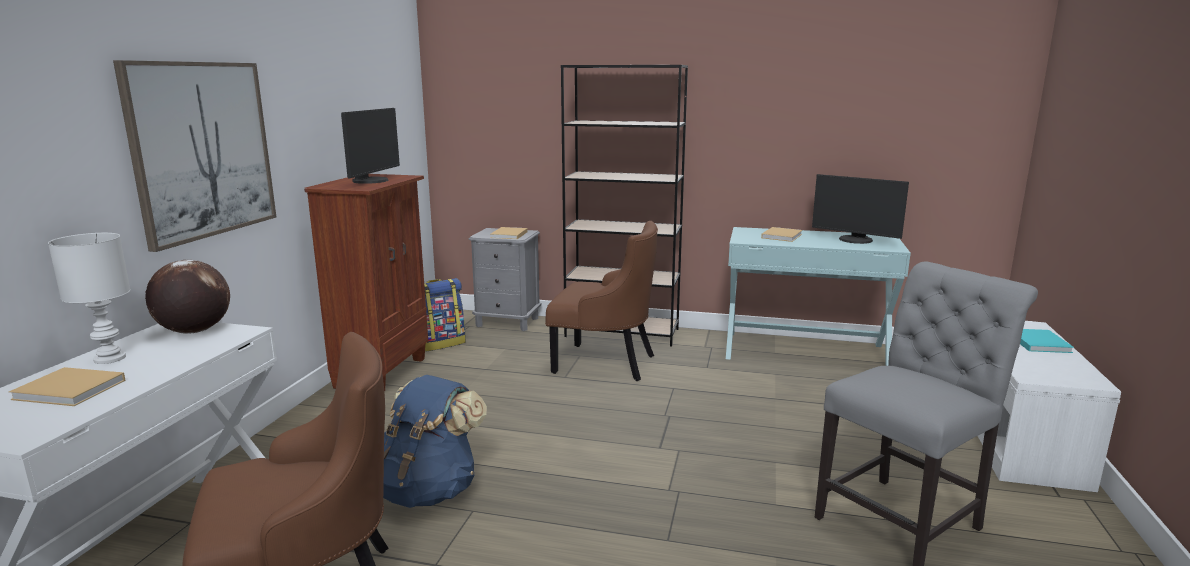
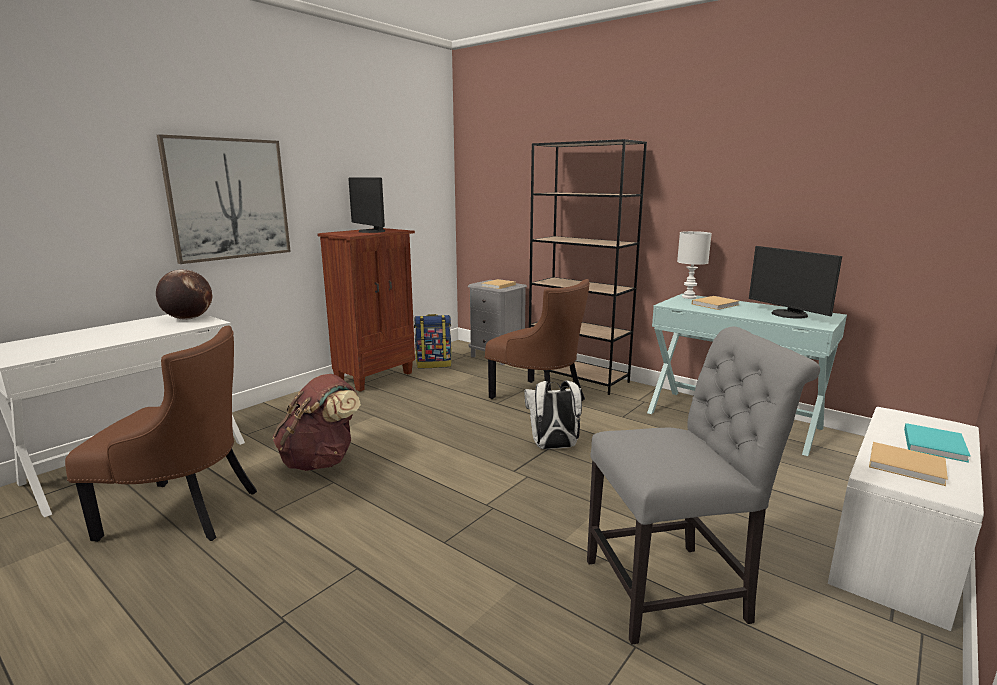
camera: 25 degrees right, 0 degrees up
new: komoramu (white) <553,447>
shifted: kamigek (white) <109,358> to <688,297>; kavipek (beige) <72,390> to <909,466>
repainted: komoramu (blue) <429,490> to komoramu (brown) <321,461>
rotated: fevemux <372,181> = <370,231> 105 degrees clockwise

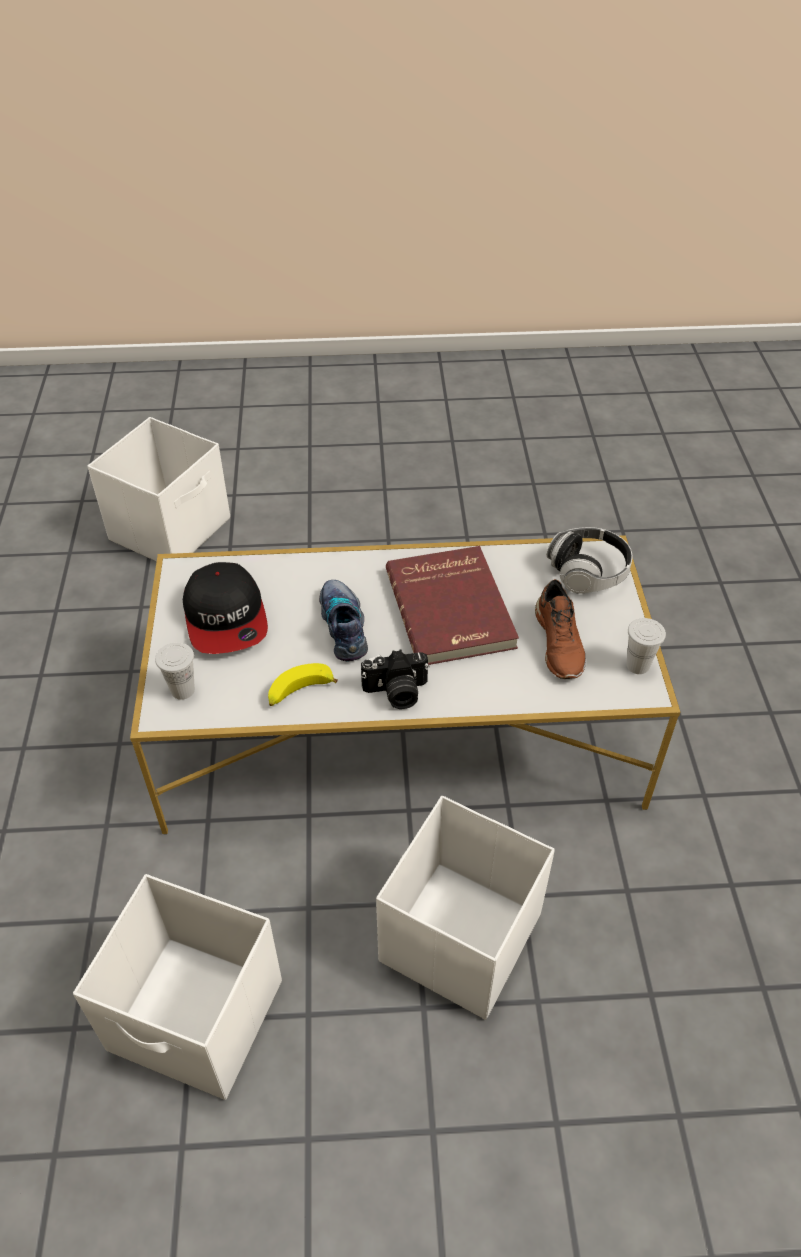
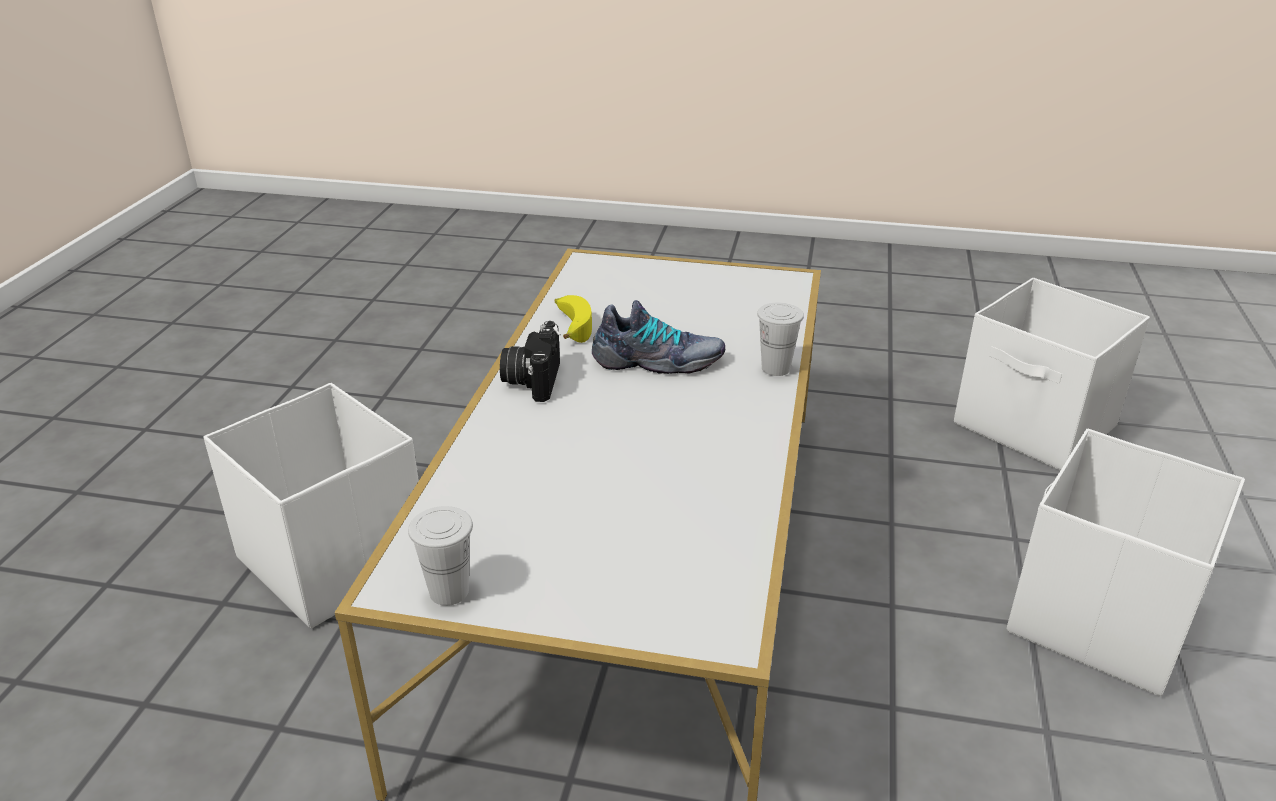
camera: 105 degrees right, 15 degrees down
gone: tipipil <588,572>; kavipek (red) <452,608>; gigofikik <226,618>; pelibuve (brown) <560,643>
shifted: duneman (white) <182,690> to <775,368>; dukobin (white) <198,1018> to <1099,619>

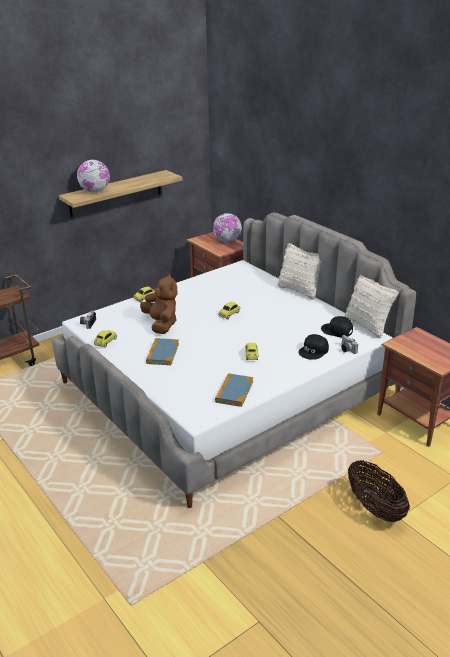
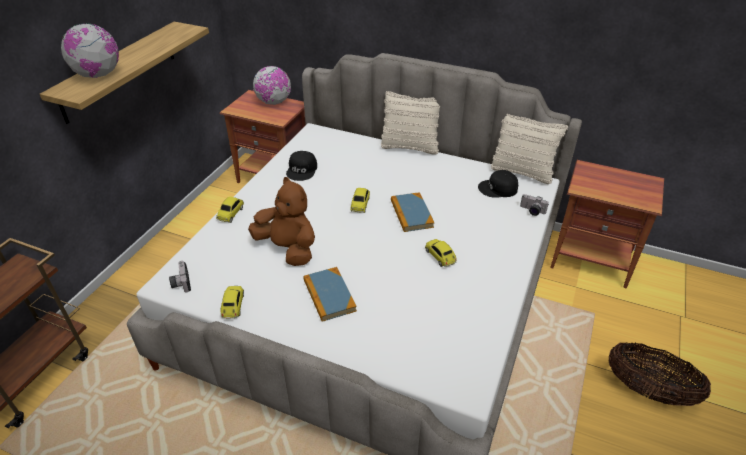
camera: 30 degrees left, 10 degrees up
shifted: gigofikik (black) <314,351> to <302,170>; kavipek <234,391> to <411,214>

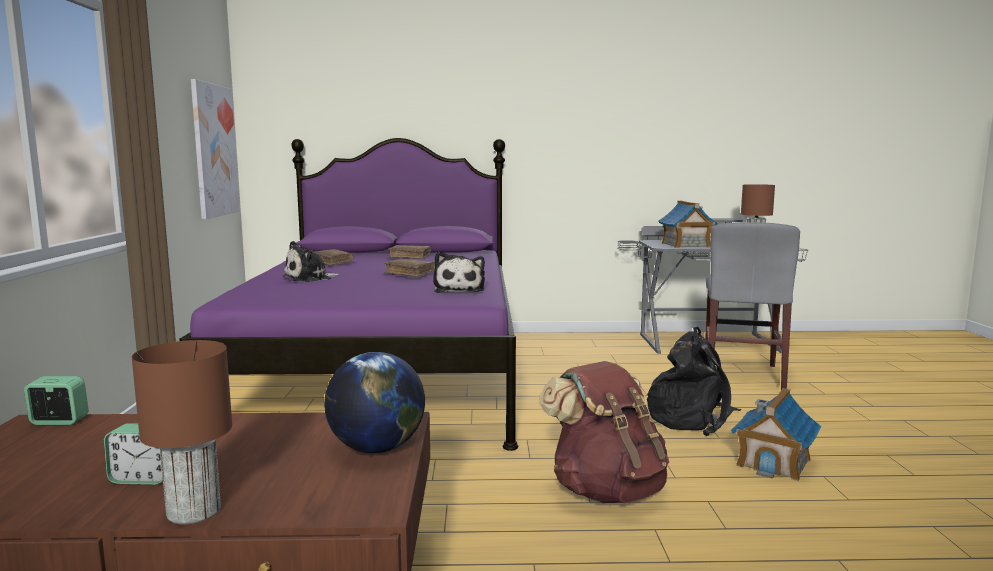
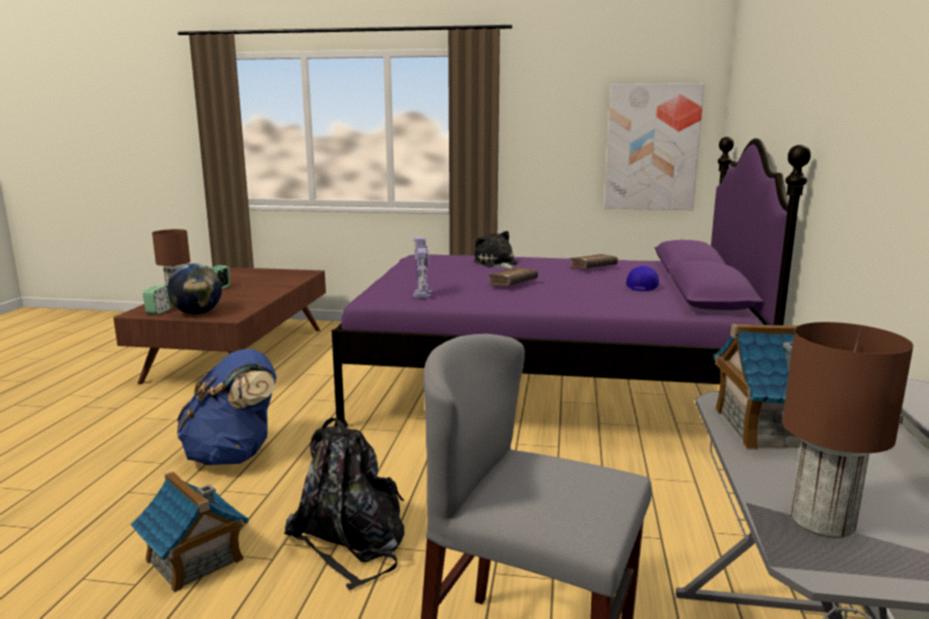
camera: 100 degrees right, 5 degrees up
shifted: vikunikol <59,421> to <159,311>
swapped: kavipek (brown) <410,257> to gigofikik (blue) <643,286>; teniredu <459,290> to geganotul <422,295>
repainted: komoramu (brown) <606,490> to komoramu (blue) <234,455>

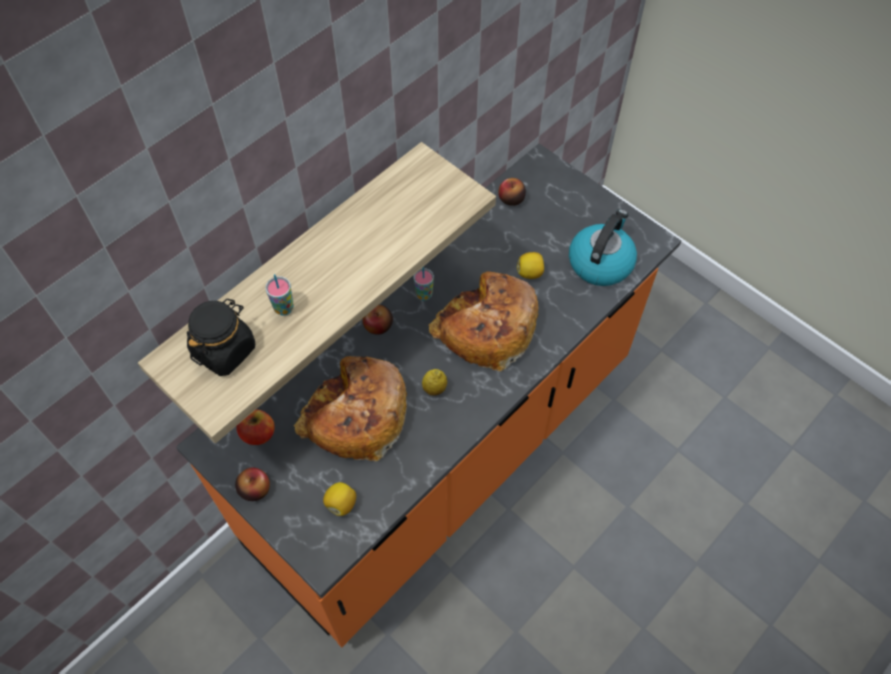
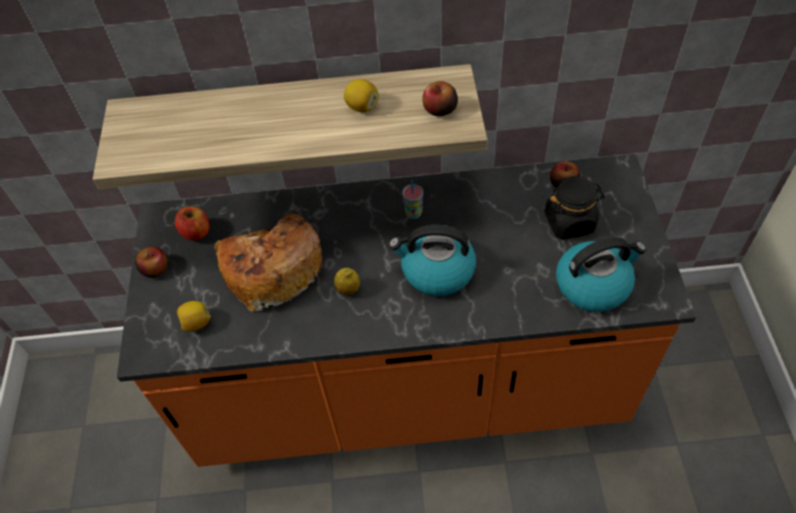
camera: 45 degrees right, 5 degrees down
gone: duneman <284,308>
shifted: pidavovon <530,272> to <362,107>; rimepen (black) <224,350> to <570,222>; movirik <378,325> to <440,109>
swapped: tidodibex <485,328> to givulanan <436,271>

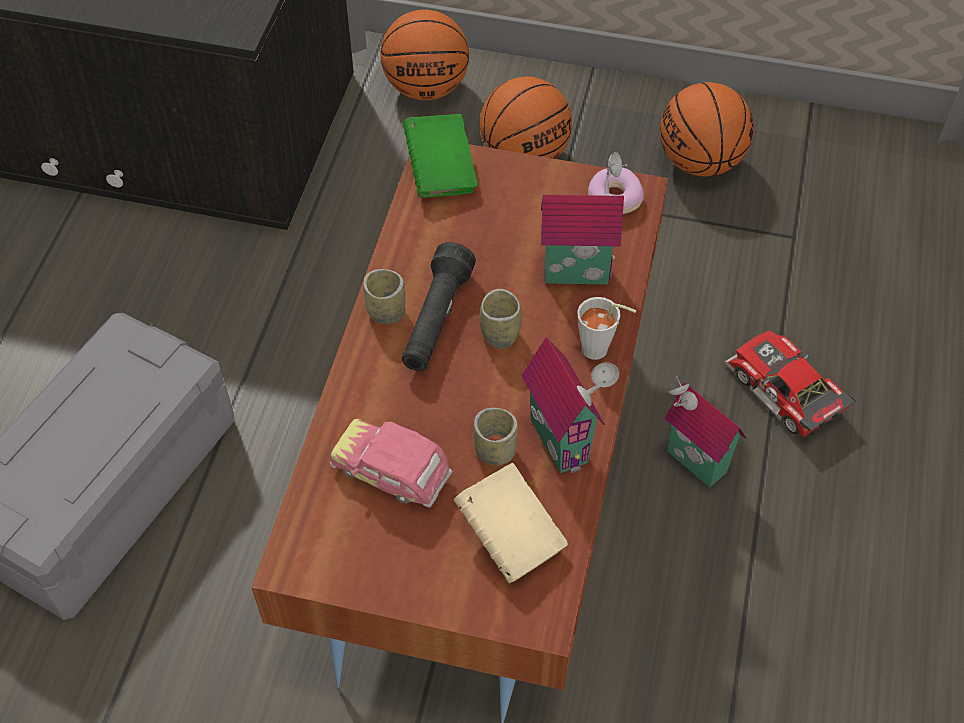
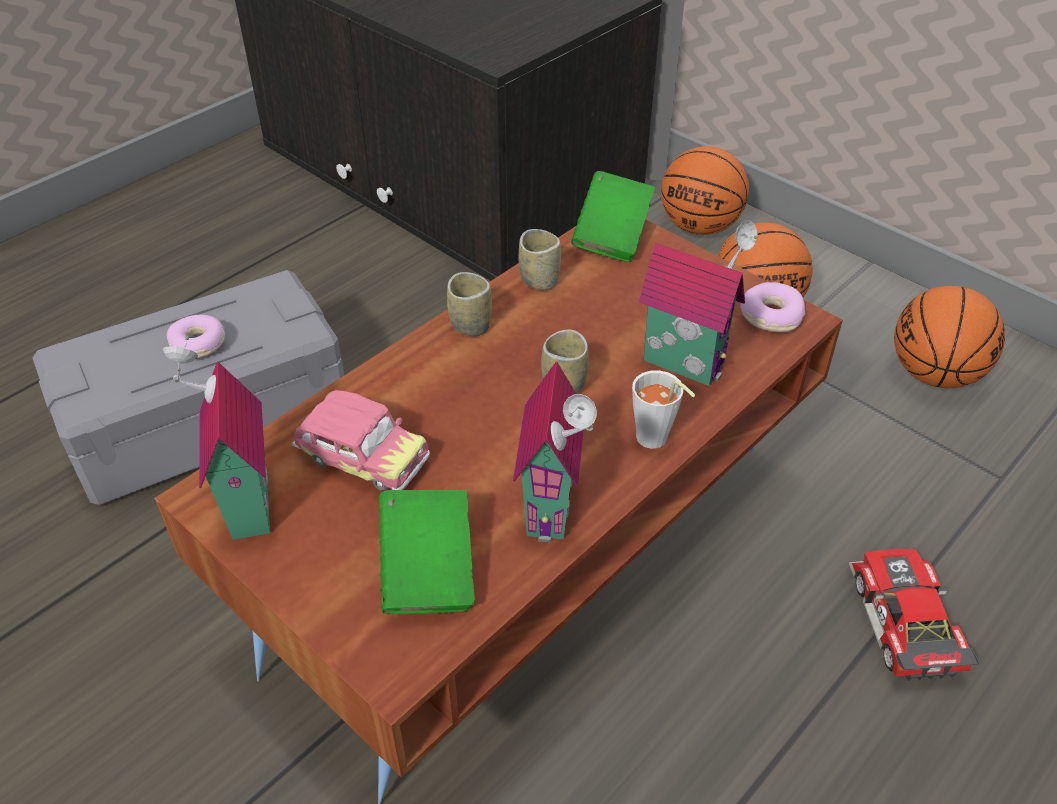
camera: 30 degrees right, 10 degrees down
gone: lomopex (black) <436,320>
new: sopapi <198,344>
shifted: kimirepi <693,464> to <243,505>; duneman <495,451> to <539,280>
repainted: kavipek (beige) <510,535> to kavipek (green) <428,570>
rotated: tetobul <391,472> = <362,458> 150 degrees clockwise

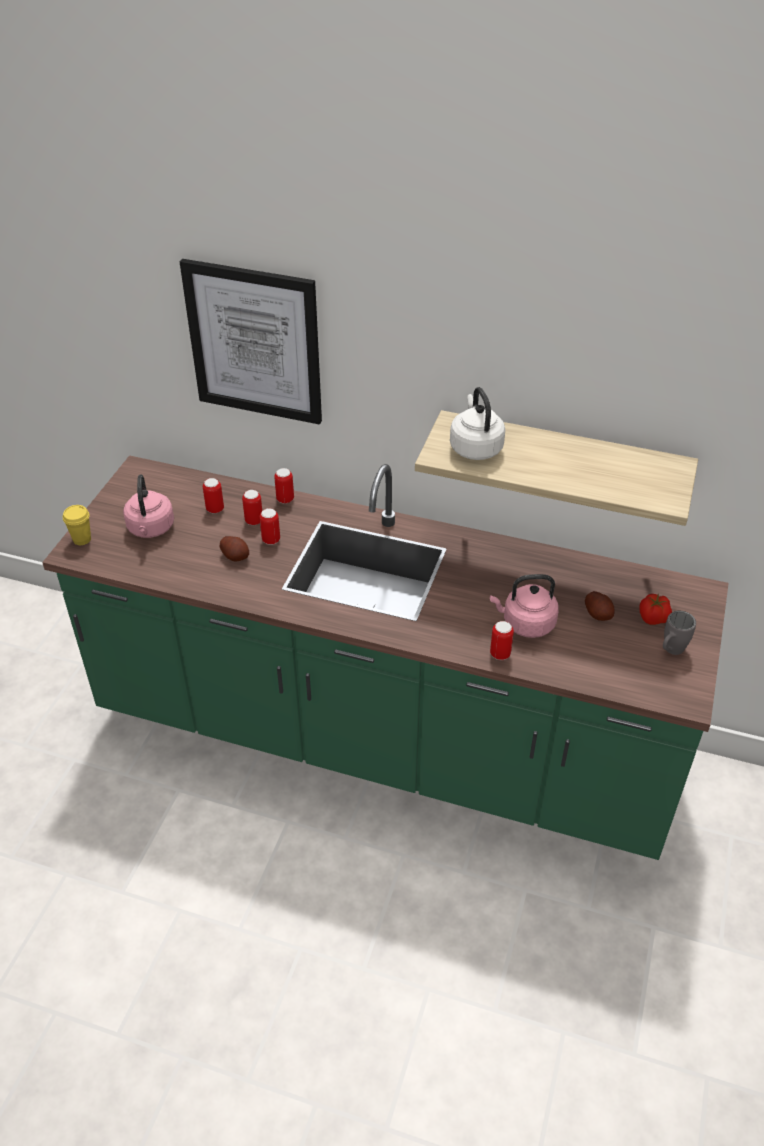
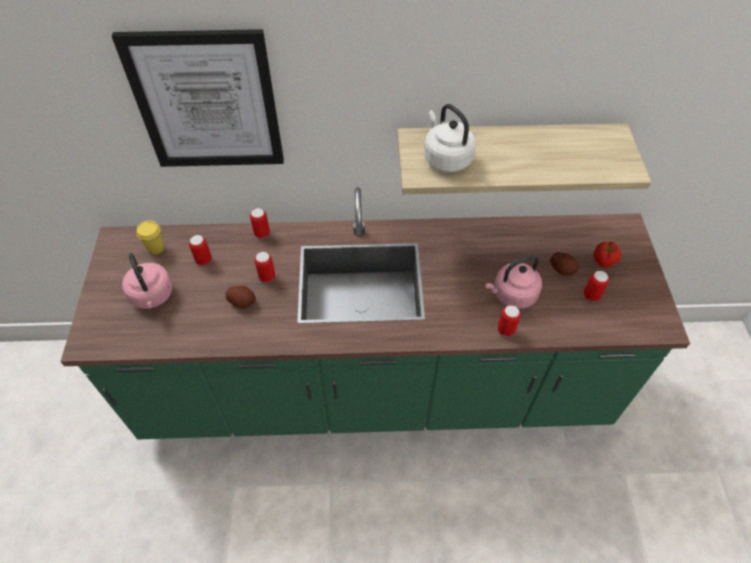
camera: 20 degrees left, 10 degrees up
gone: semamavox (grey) <670,651>
shifted: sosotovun <254,521> to <591,295>; duneman (yellow) <82,539> to <156,248>

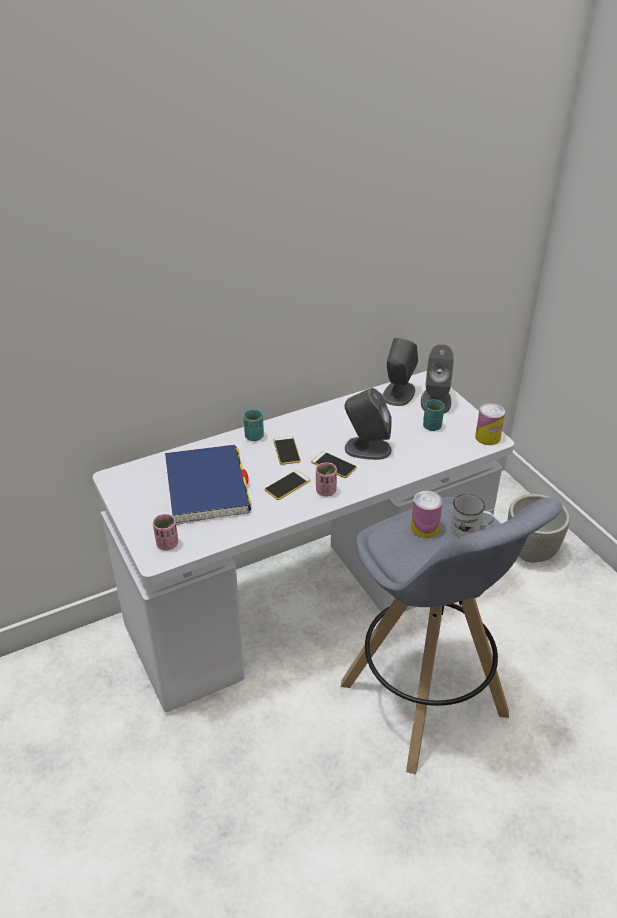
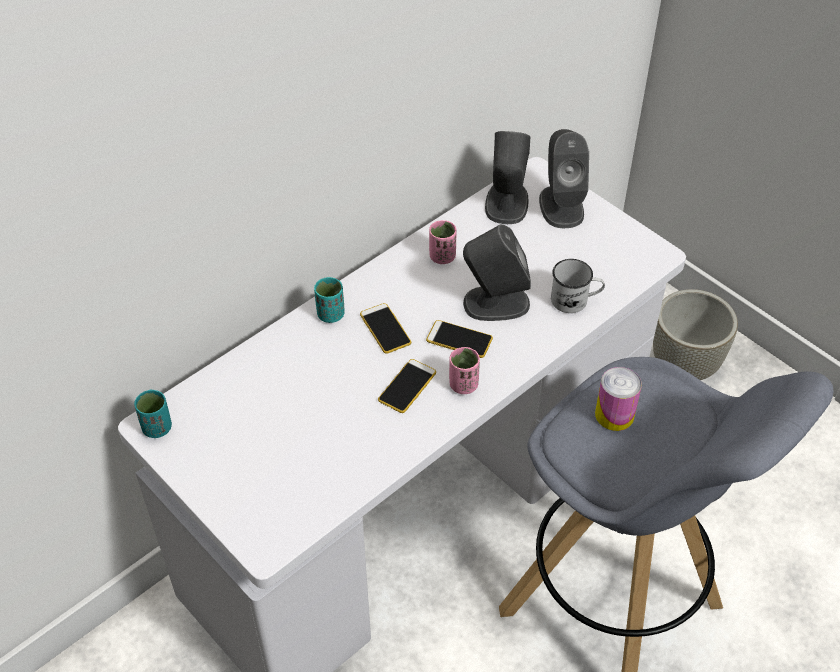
camera: 15 degrees left, 10 degrees up
gone: sosotovun <487,437>; kavipek (blue) <207,487>
shifted: duneman (turquoise) <432,426> to <157,428>; semamavox (white) <470,528> to <575,300>; duneman (pink) <167,544> to <442,257>

